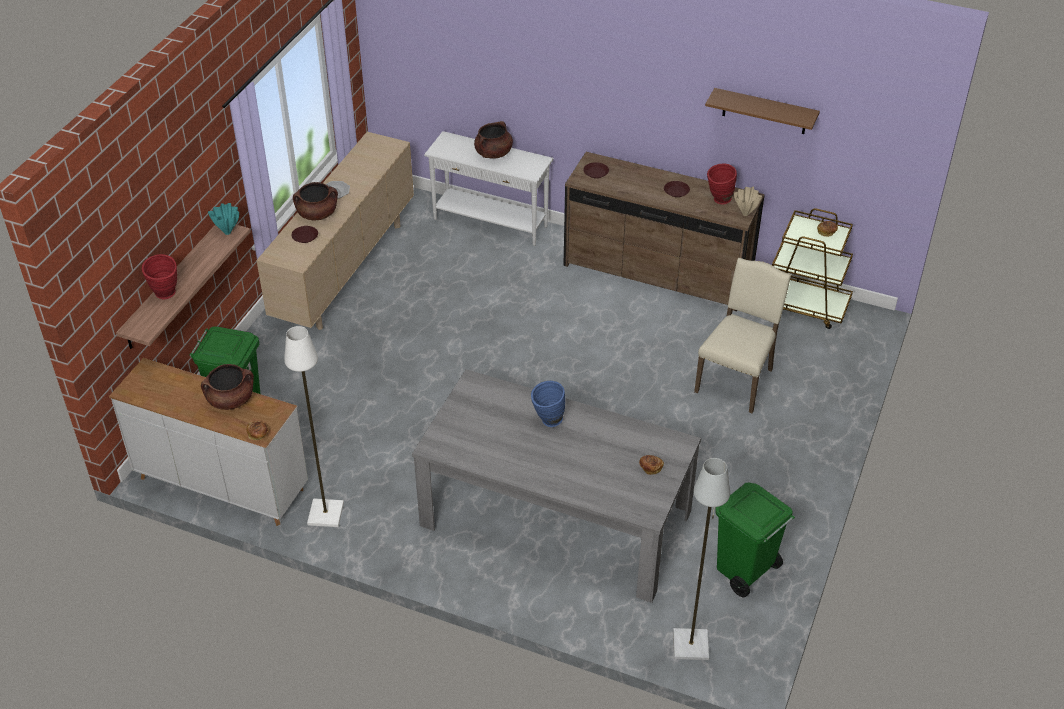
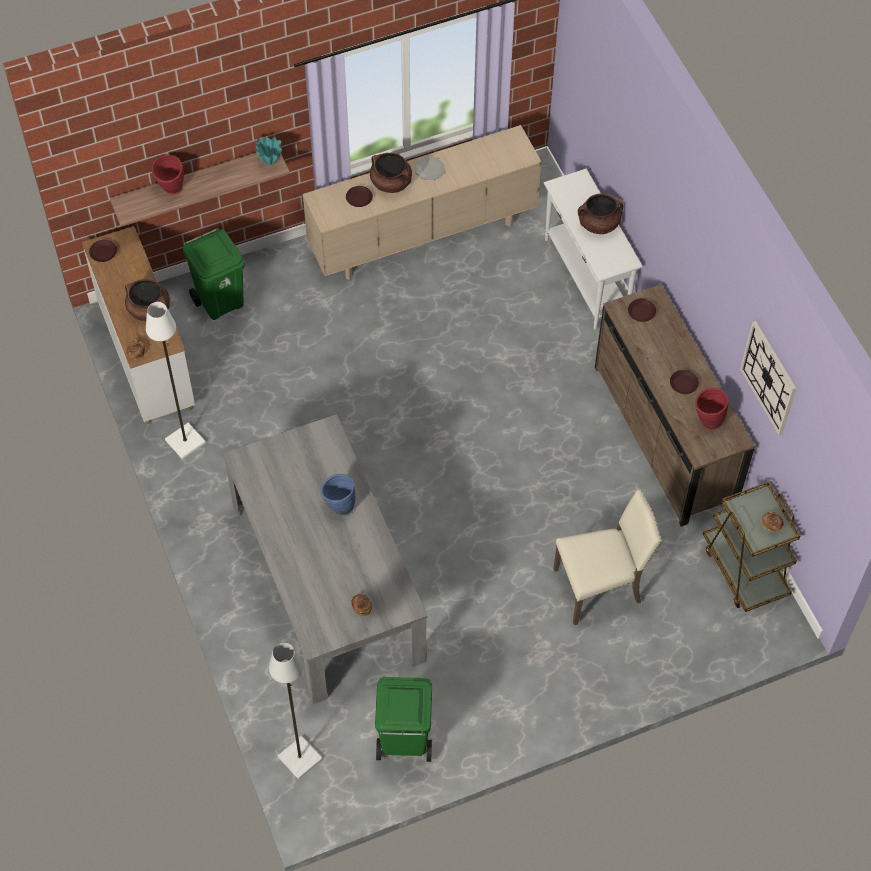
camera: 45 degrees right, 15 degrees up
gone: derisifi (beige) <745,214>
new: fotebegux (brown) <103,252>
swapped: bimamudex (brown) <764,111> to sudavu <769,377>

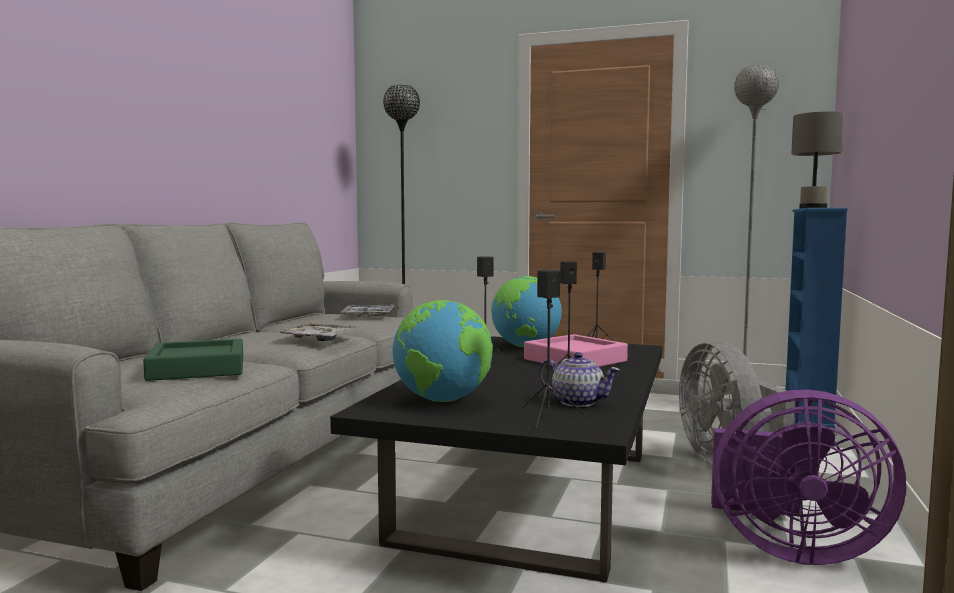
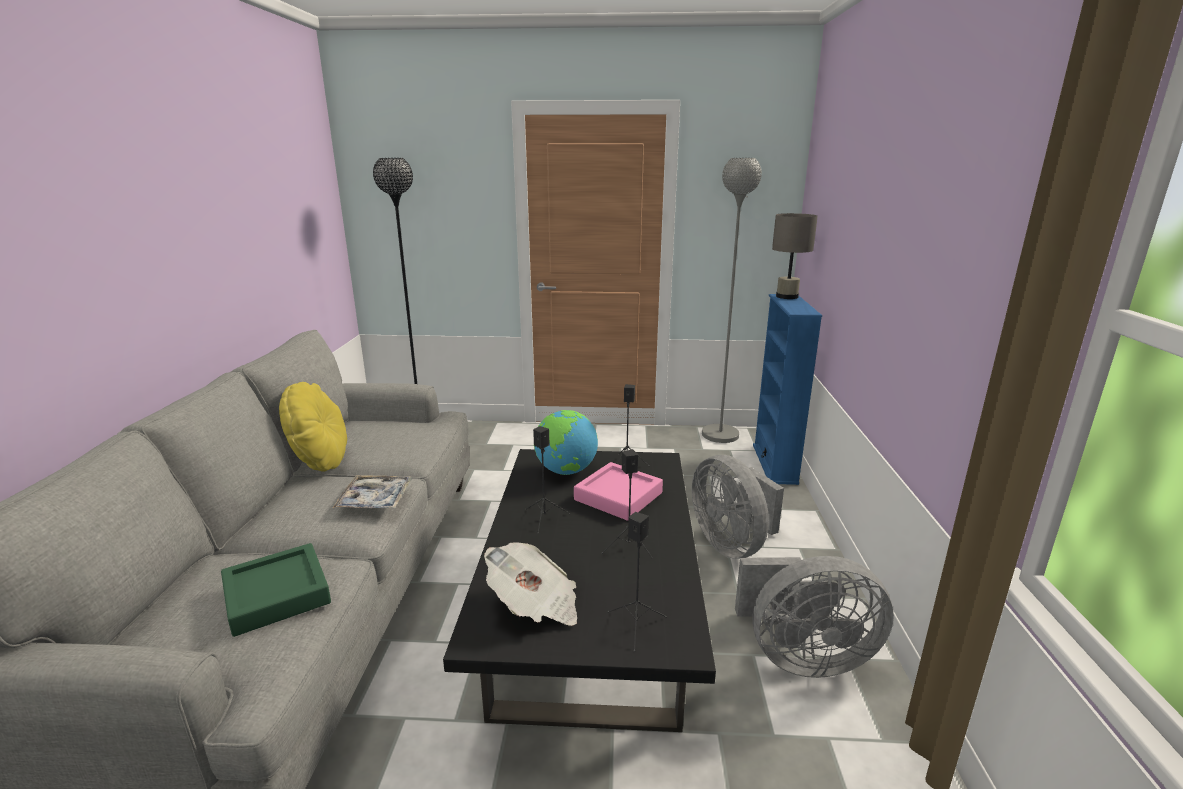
camera: 15 degrees left, 15 degrees up
gone: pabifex <368,316>; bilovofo <577,402>
new: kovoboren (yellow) <321,463>
swapped: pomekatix <443,400> to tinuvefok <535,605>
repainted: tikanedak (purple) <790,549> to tikanedak (grey) <802,657>

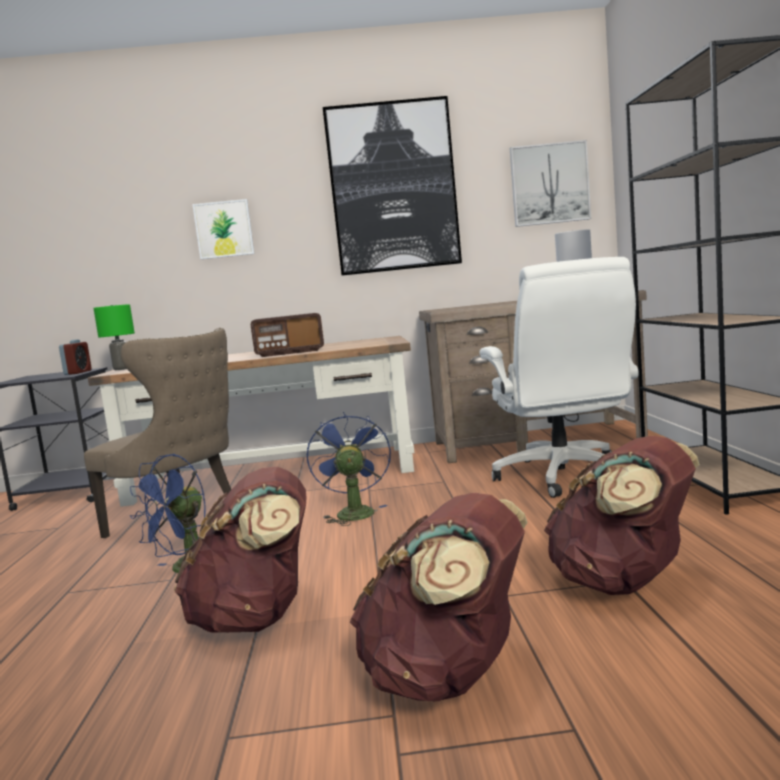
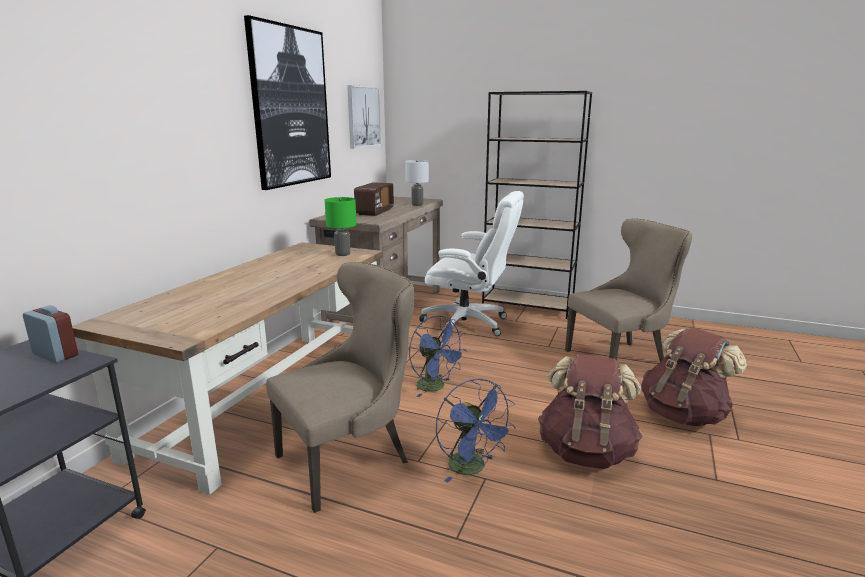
camera: 65 degrees left, 10 degrees up
gone: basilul <224,229>
shifted: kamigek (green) <122,369> to <342,254>; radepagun <290,353> to <374,211>
swapped: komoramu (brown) <623,583> to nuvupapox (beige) <620,358>
rotated: tikanedak (blue) <353,512> = <435,387> 150 degrees counterclockwise

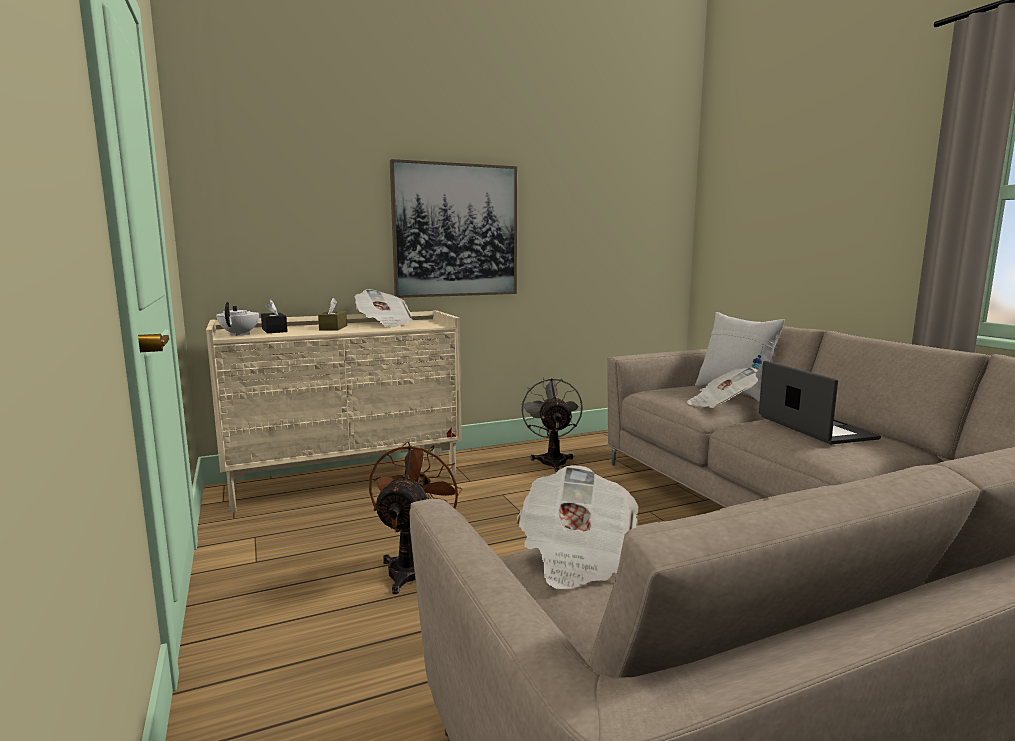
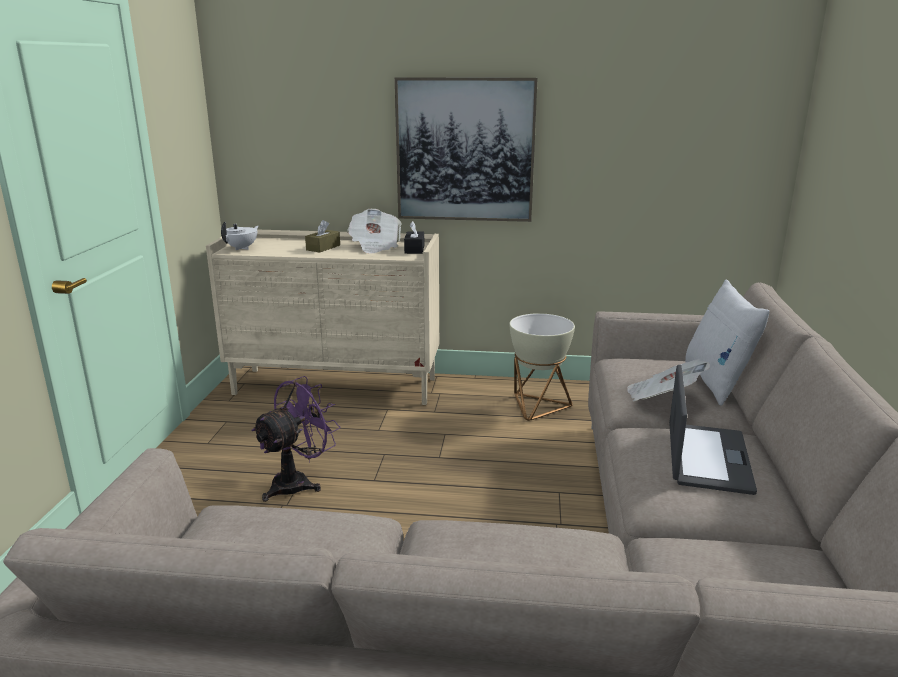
camera: 30 degrees right, 10 degrees up
gone: tinuvefok <576,556>
shifted: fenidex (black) <274,330> to <414,249>
swapped: tikanedak (grey) <552,460> to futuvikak <537,407>
repainted: tikanedak (brown) <412,567> to tikanedak (purple) <298,482>

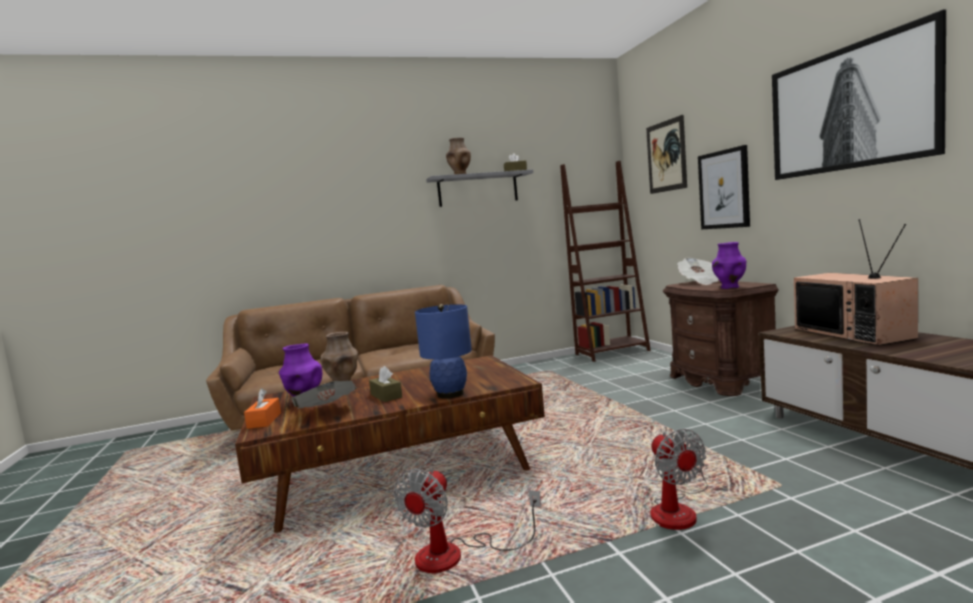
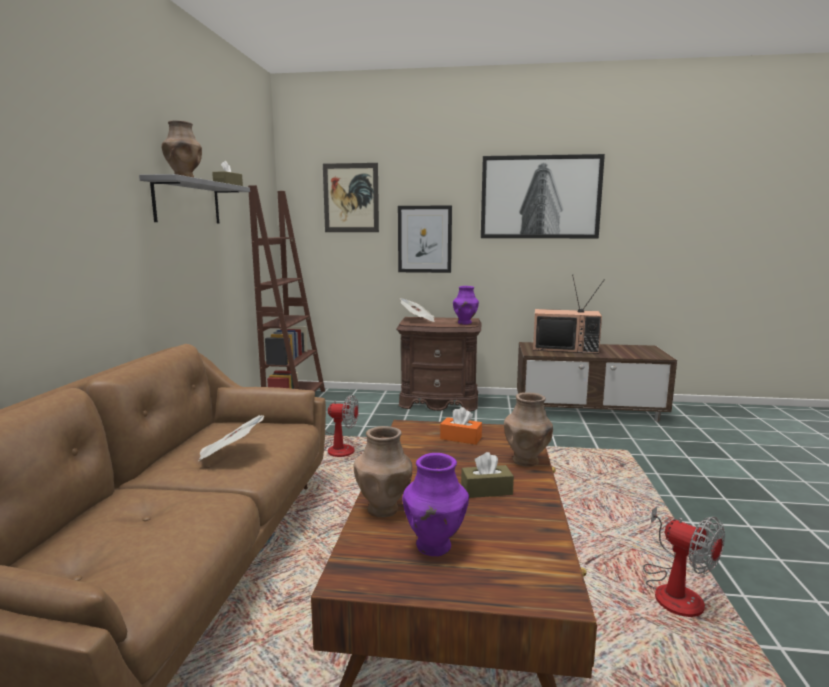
camera: 65 degrees left, 5 degrees up
shifted: tinuvefok <327,412> to <230,454>; fenidex (orange) <264,420> to <461,438>; tikanedak <678,509> to <337,448>
swapped: kamigek (blue) <450,394> to derisifi (brown) <526,461>

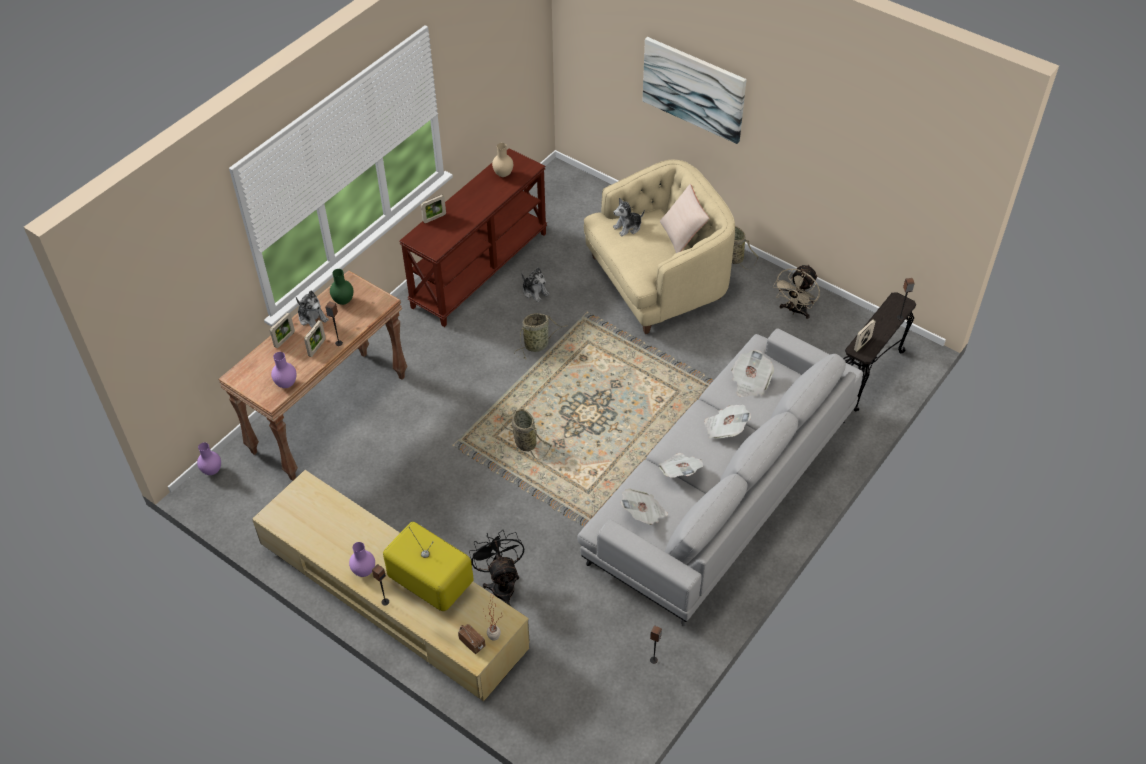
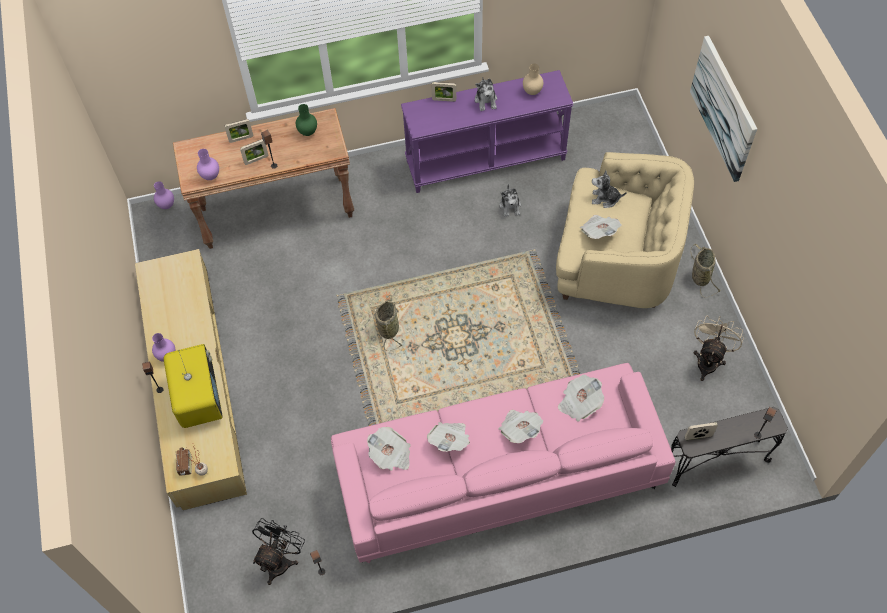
camera: 40 degrees right, 10 degrees up
gone: kovoboren (beige) <682,235>; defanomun <538,344>
new: tinuvefok <599,232>
shifted: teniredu <312,318> to <486,100>; tikanedak (black) <501,584> to <280,559>
repainted: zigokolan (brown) <479,269> to zigokolan (purple) <485,159>; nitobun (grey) <720,490> to nitobun (pink) <497,473>
rotated: tikanedak (beige) <795,311> = <708,360> 135 degrees clockwise

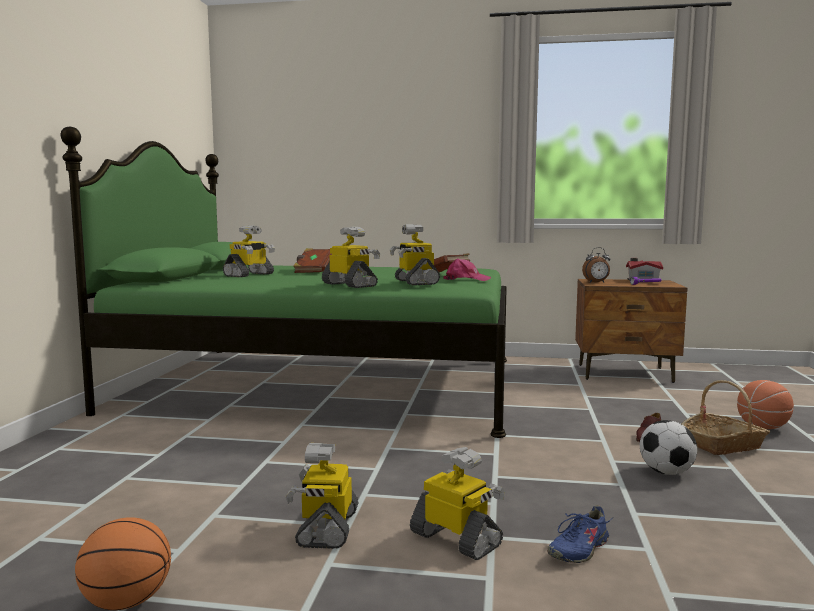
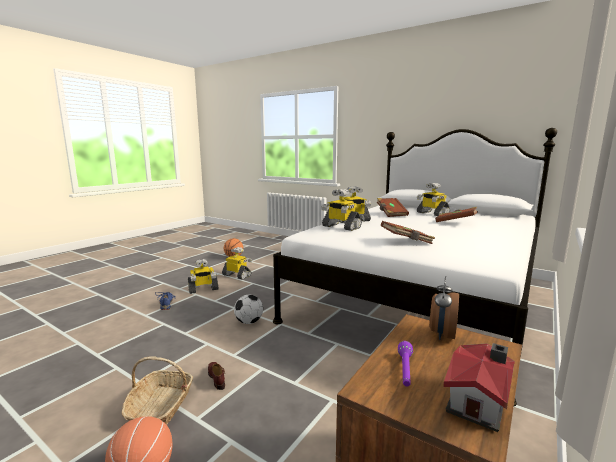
camera: 115 degrees right, 5 degrees up
gone: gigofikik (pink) <466,279>
new: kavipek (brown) <391,214>
shifted: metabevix <666,472> to <249,322>
repainted: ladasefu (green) <326,384> to ladasefu (white) <420,298>
rotated: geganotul <415,282> = <340,227> 150 degrees counterclockwise

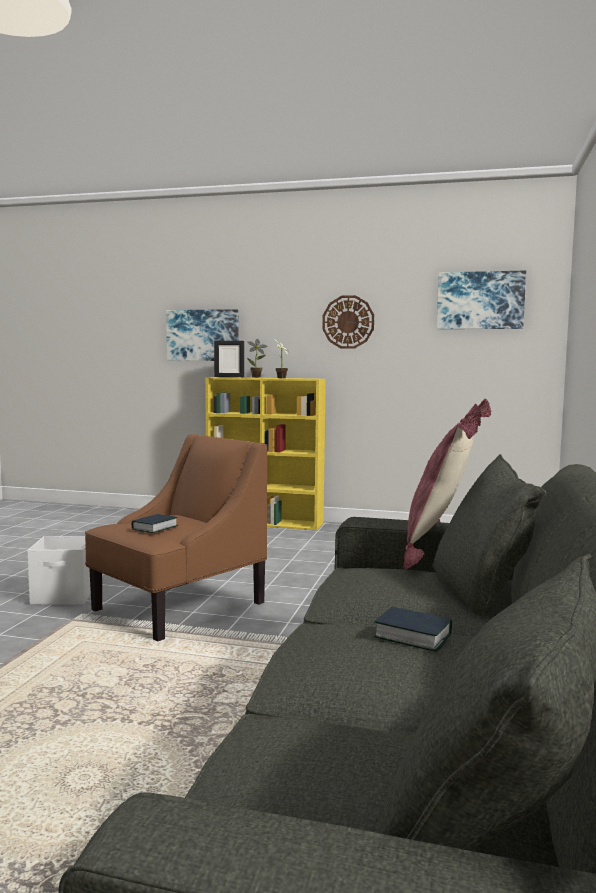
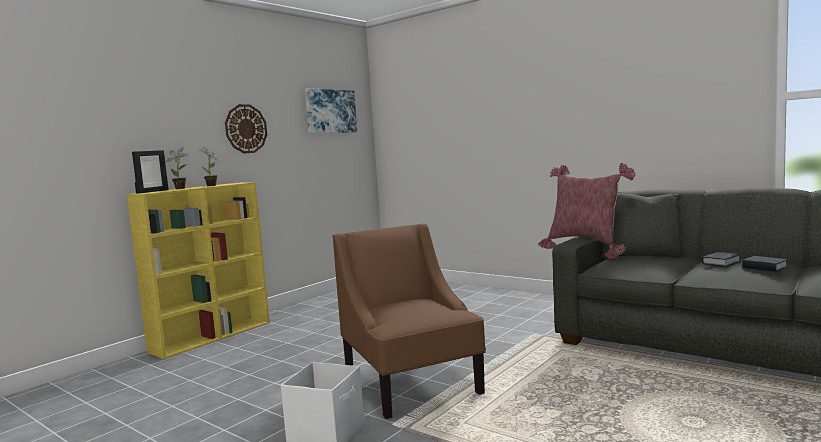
camera: 65 degrees left, 0 degrees up
gone: basilul <203,335>
shifted: kavipek <154,528> to <764,268>

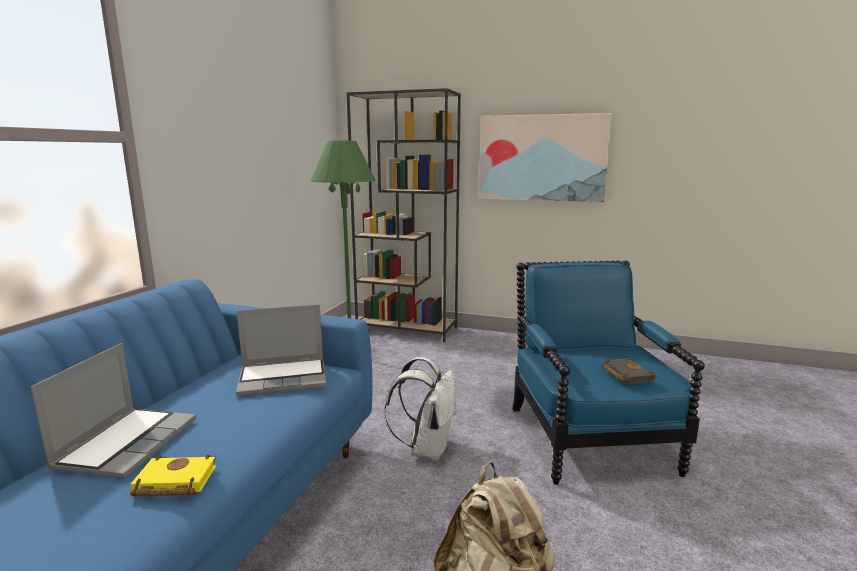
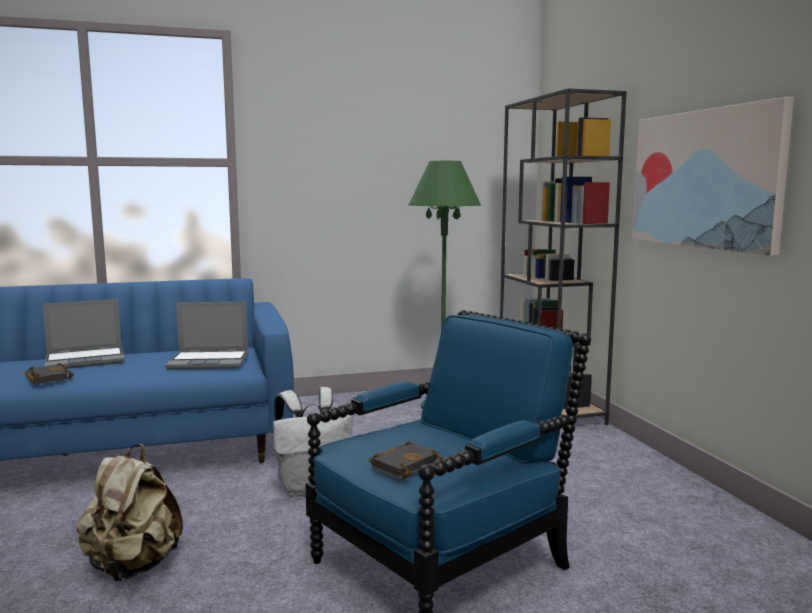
camera: 55 degrees right, 5 degrees down
repainted: kavipek (yellow) <172,483> to kavipek (black) <47,378>
rotated: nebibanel <284,378> = <210,362> 45 degrees counterclockwise

